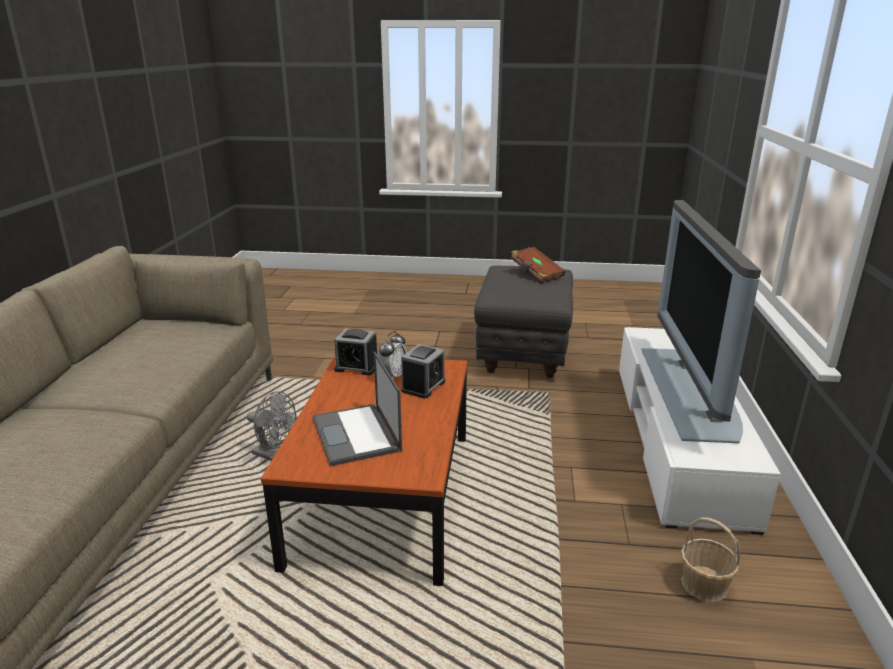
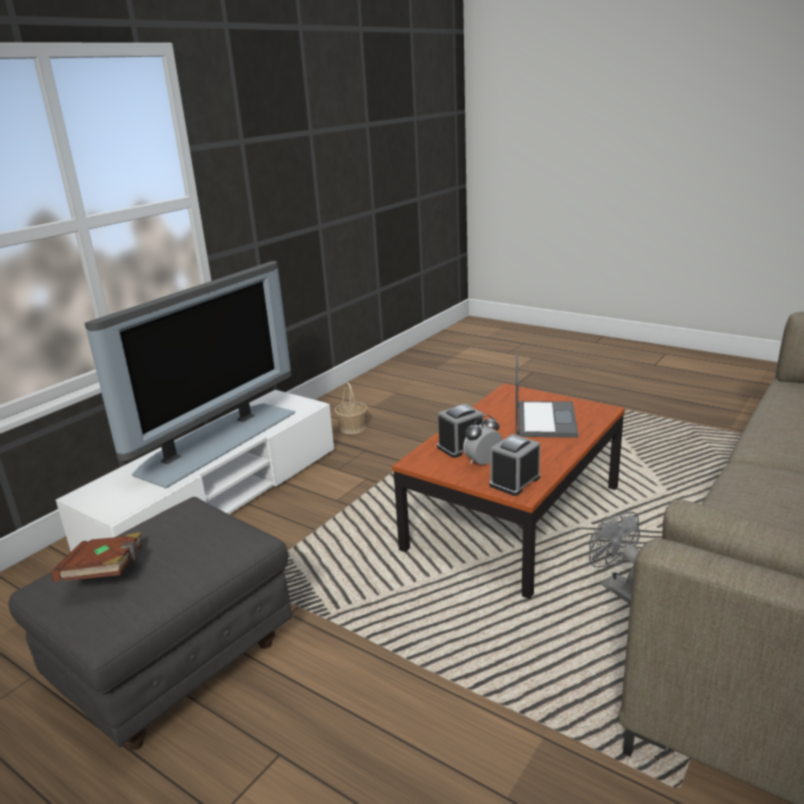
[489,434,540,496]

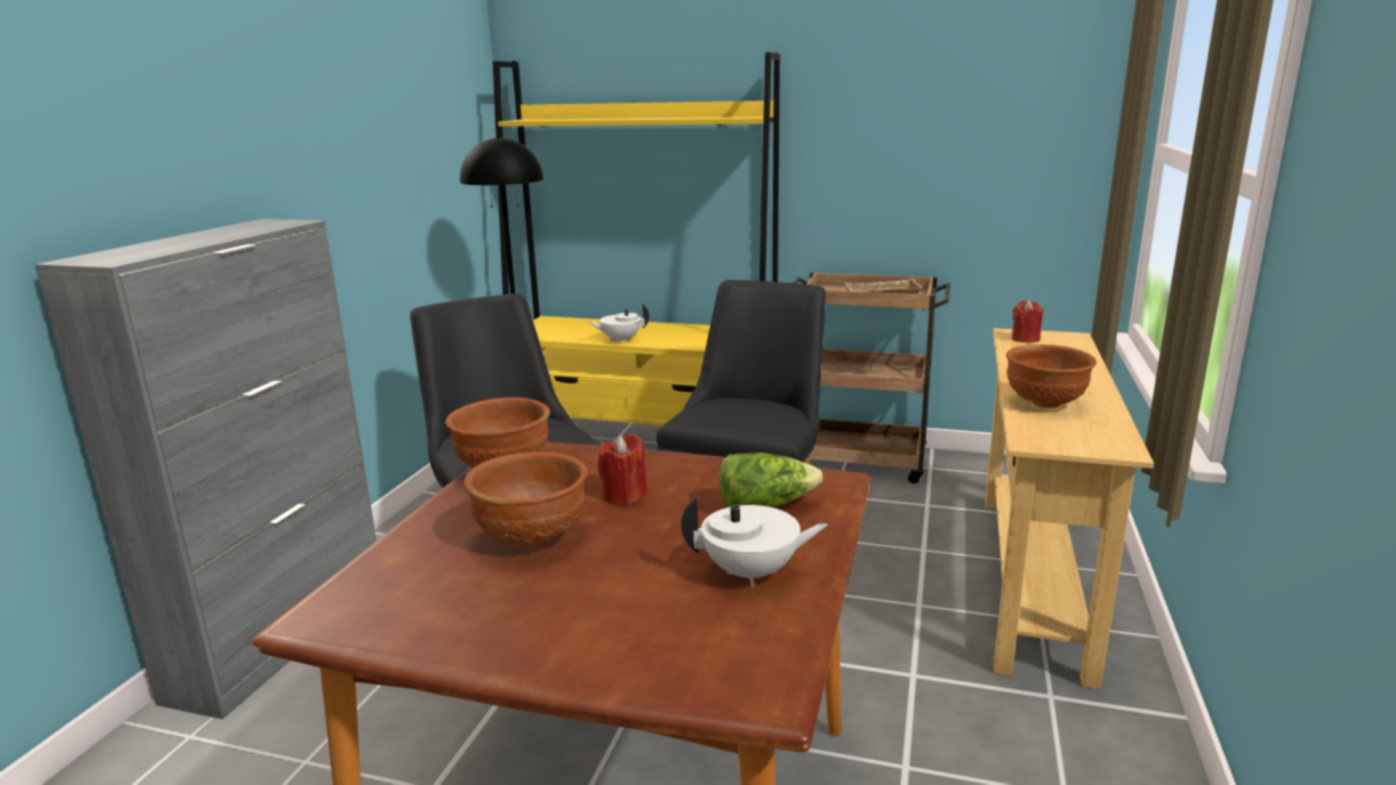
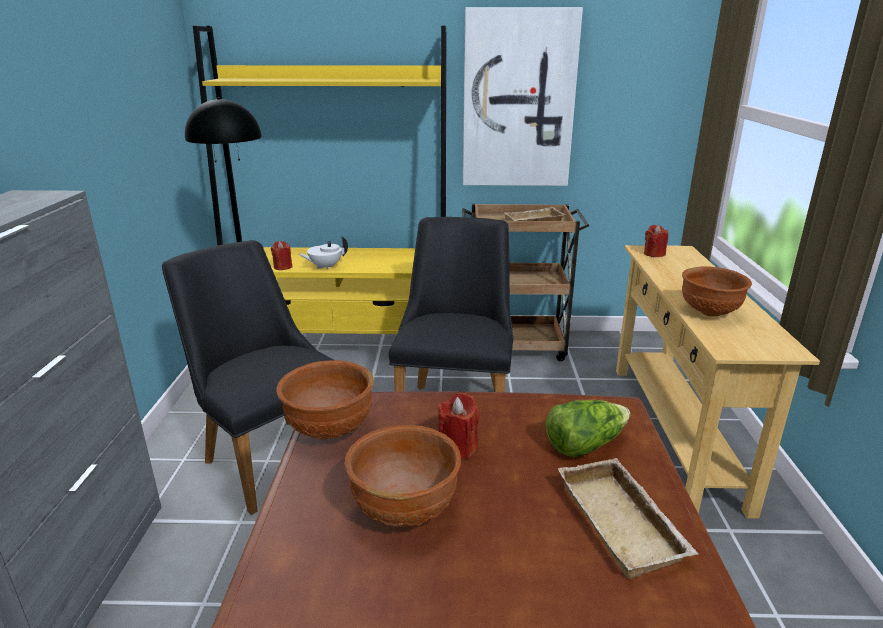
[558,458,699,579]
[463,7,583,186]
[271,241,292,270]

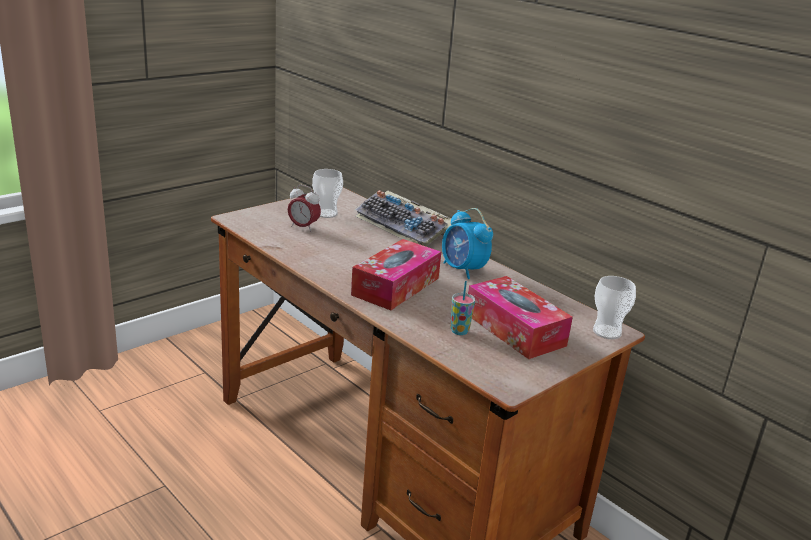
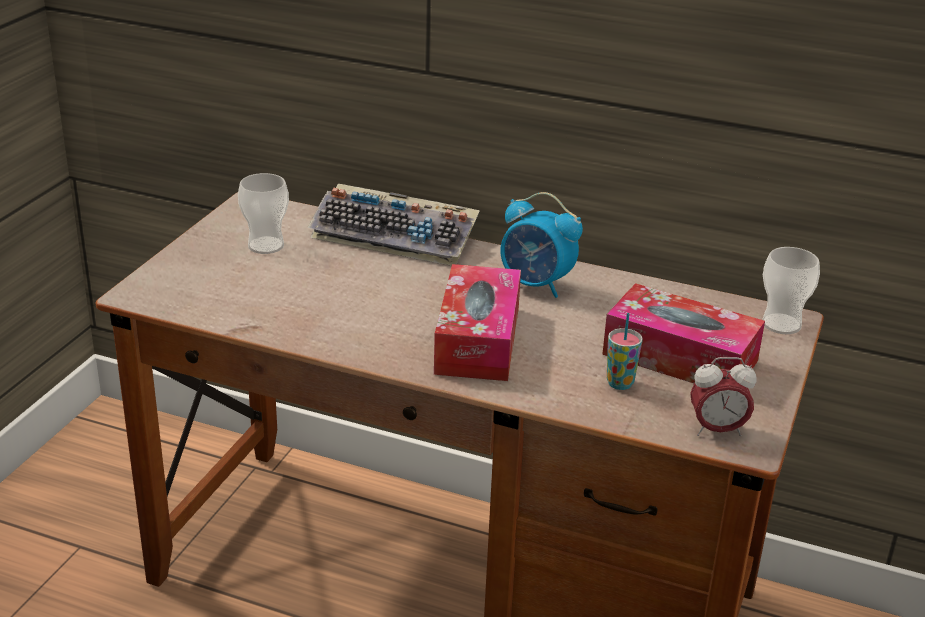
[691,357,756,436]

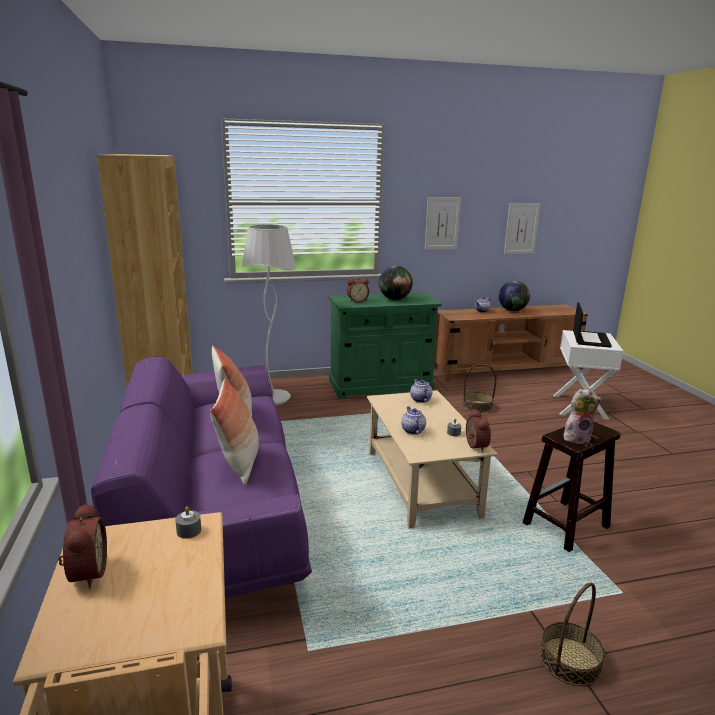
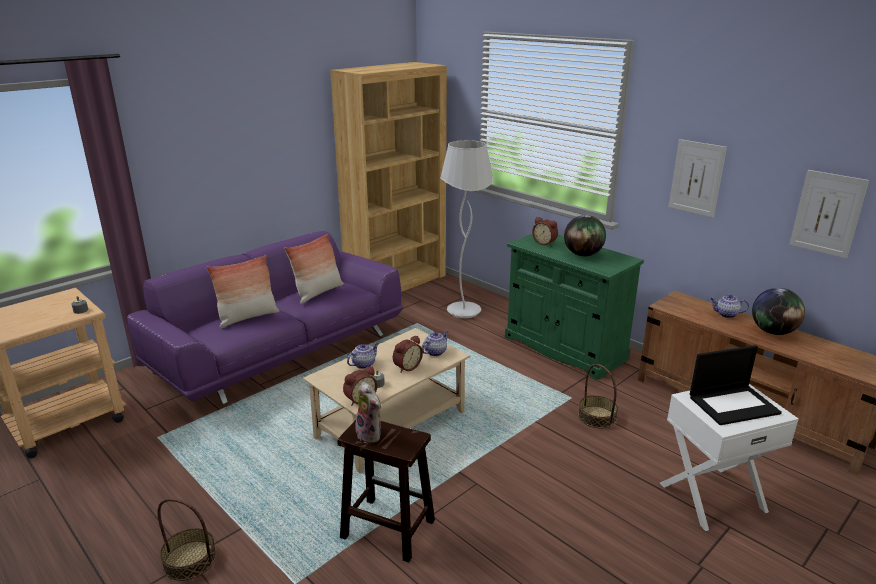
[393,335,423,373]

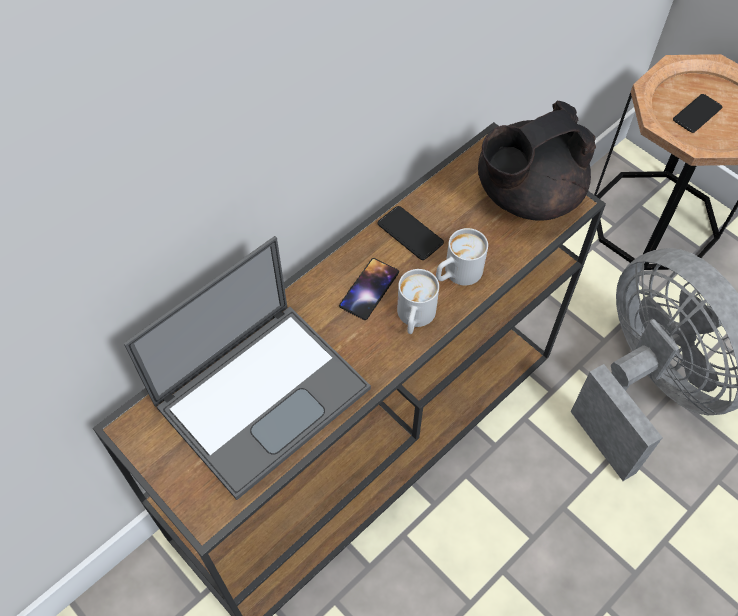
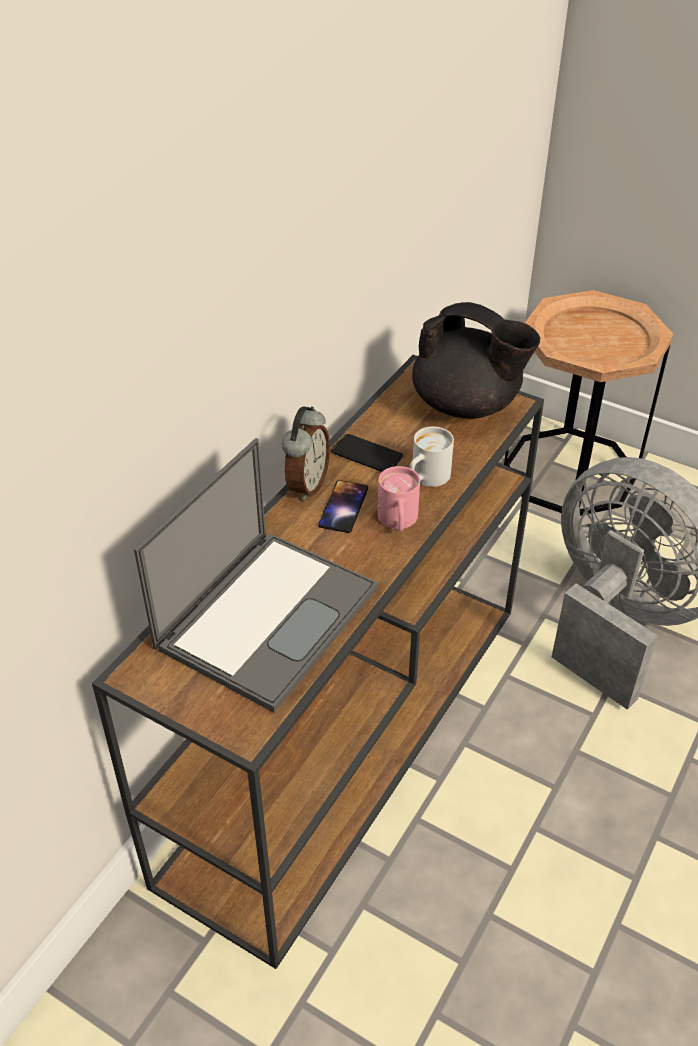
[673,94,722,133] (first image)
[412,302,540,419]
[378,466,420,532]
[282,406,330,501]

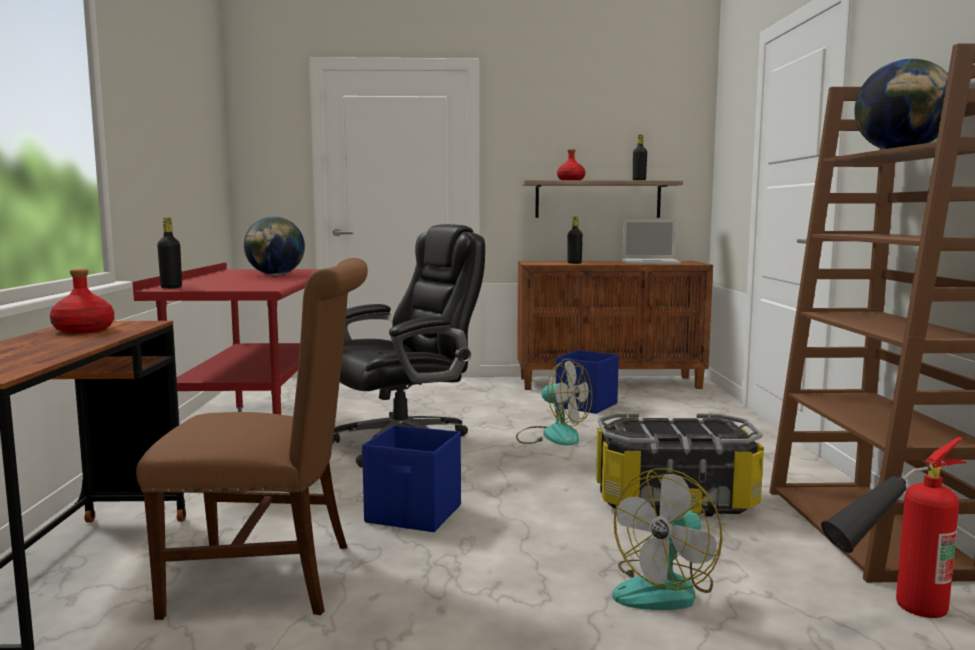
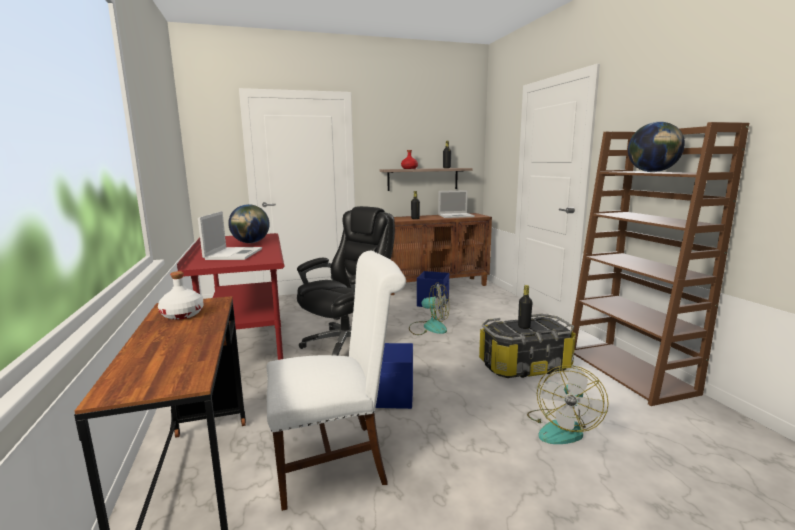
[518,285,533,329]
[266,251,406,511]
[158,271,204,320]
[821,437,966,618] (first image)
[198,211,262,260]

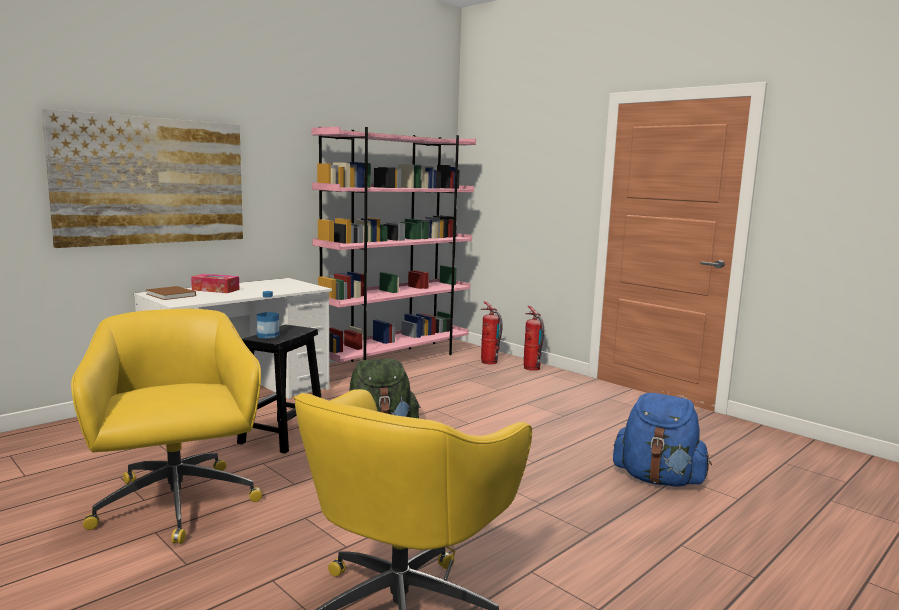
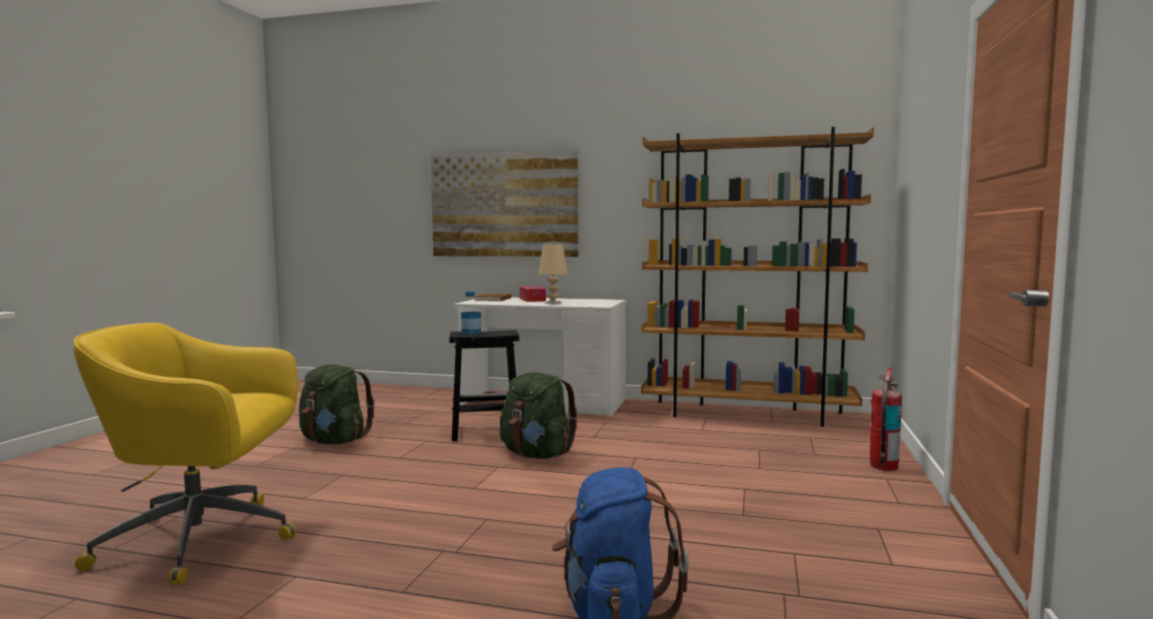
[641,127,874,427]
[481,302,503,364] (first image)
[299,365,375,445]
[538,244,568,304]

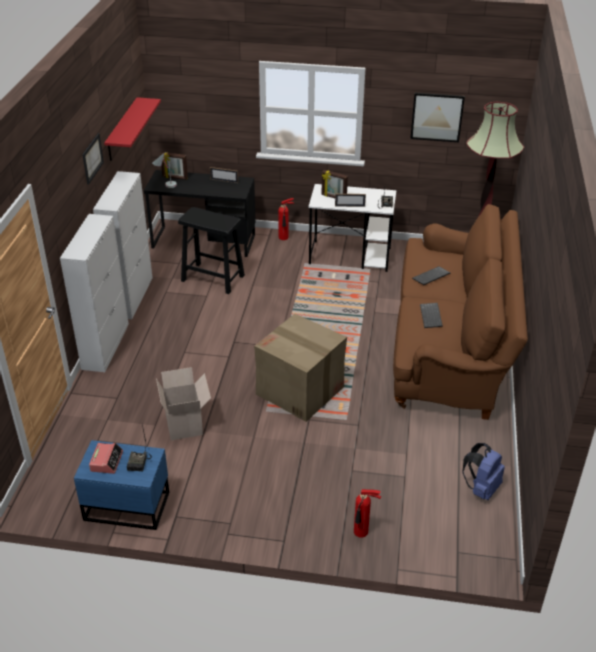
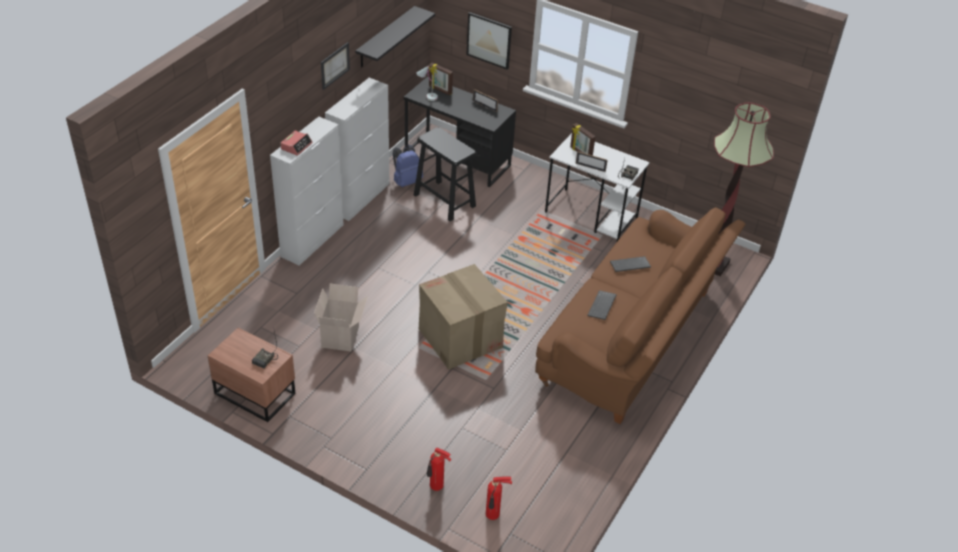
[466,12,512,70]
[355,6,435,67]
[486,476,512,520]
[208,327,296,422]
[280,130,313,156]
[393,144,423,187]

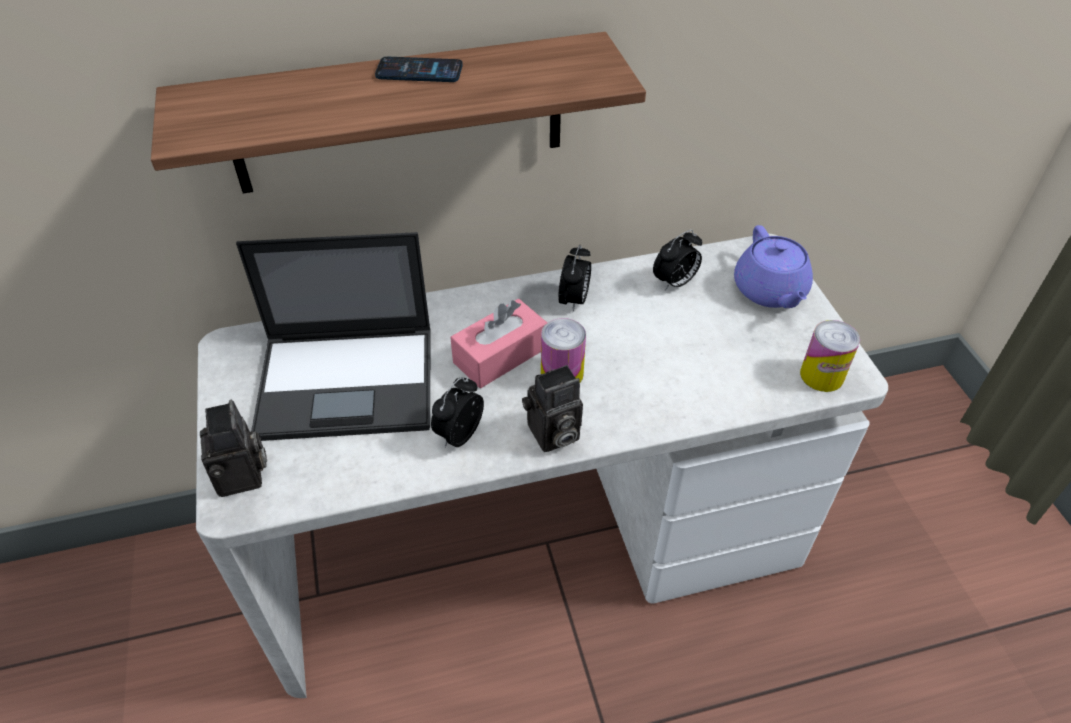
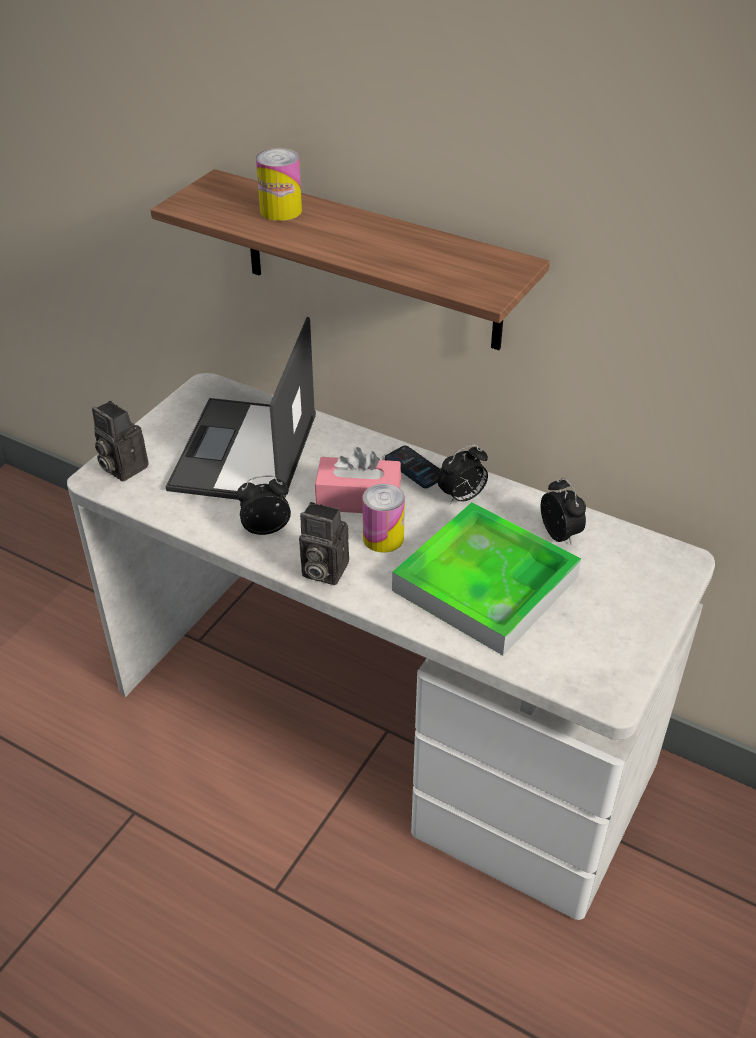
[385,446,440,488]
[734,225,813,308] (first image)
[541,477,586,545]
[165,317,316,500]
[256,148,302,221]
[92,401,148,481]
[392,502,581,656]

